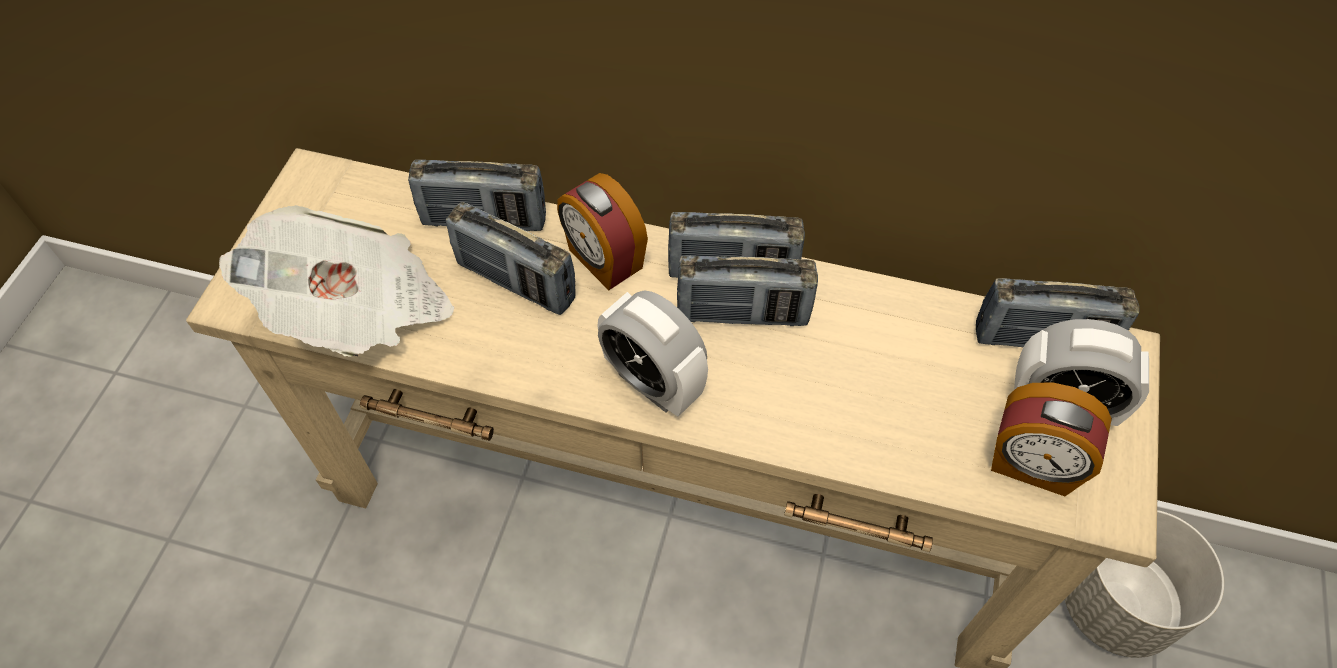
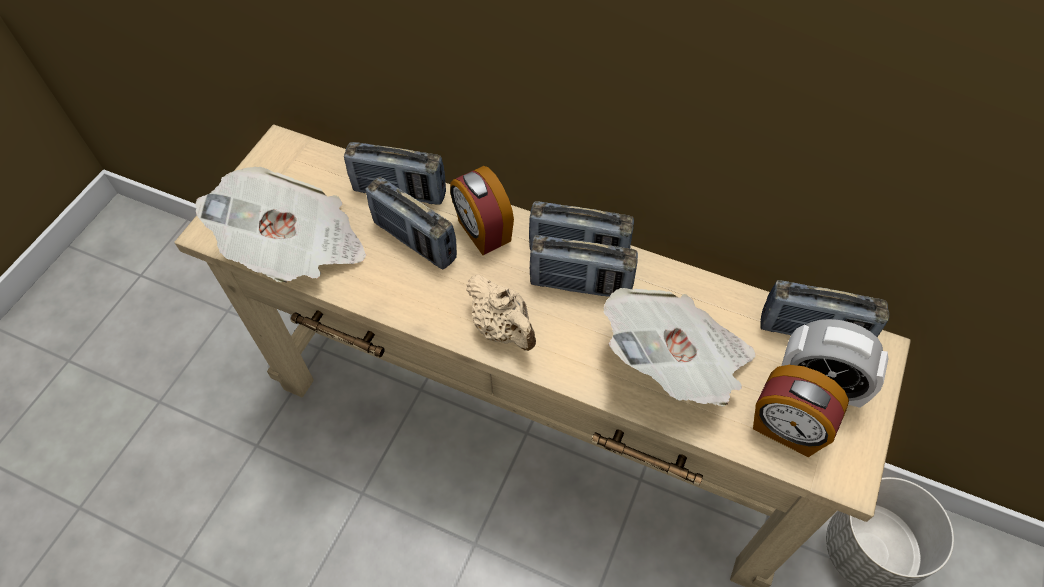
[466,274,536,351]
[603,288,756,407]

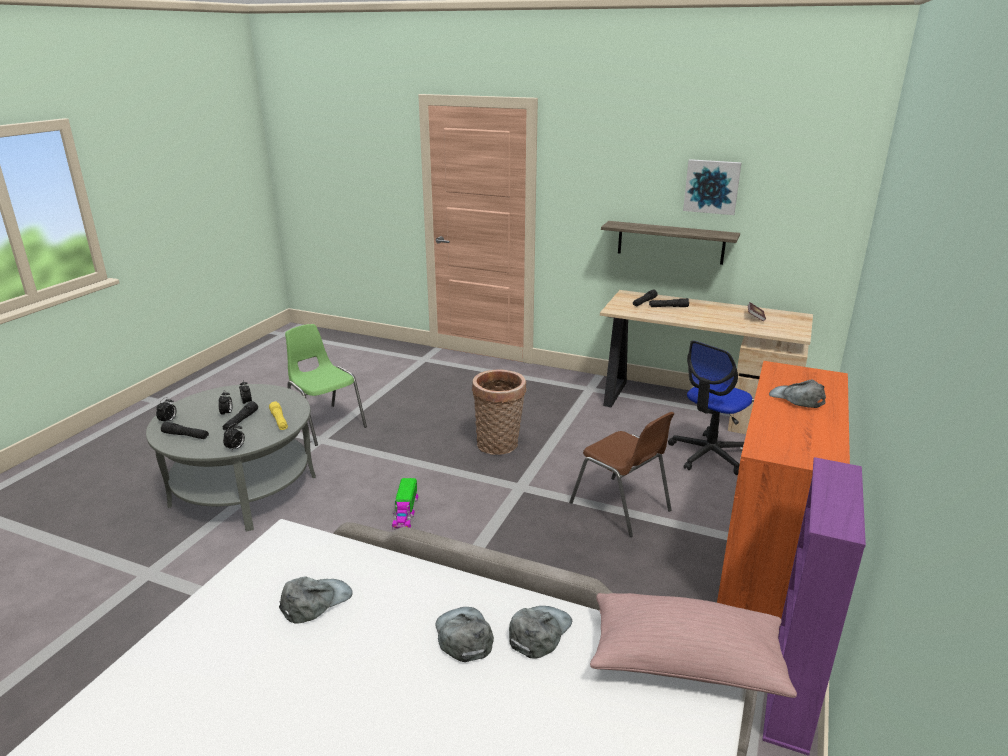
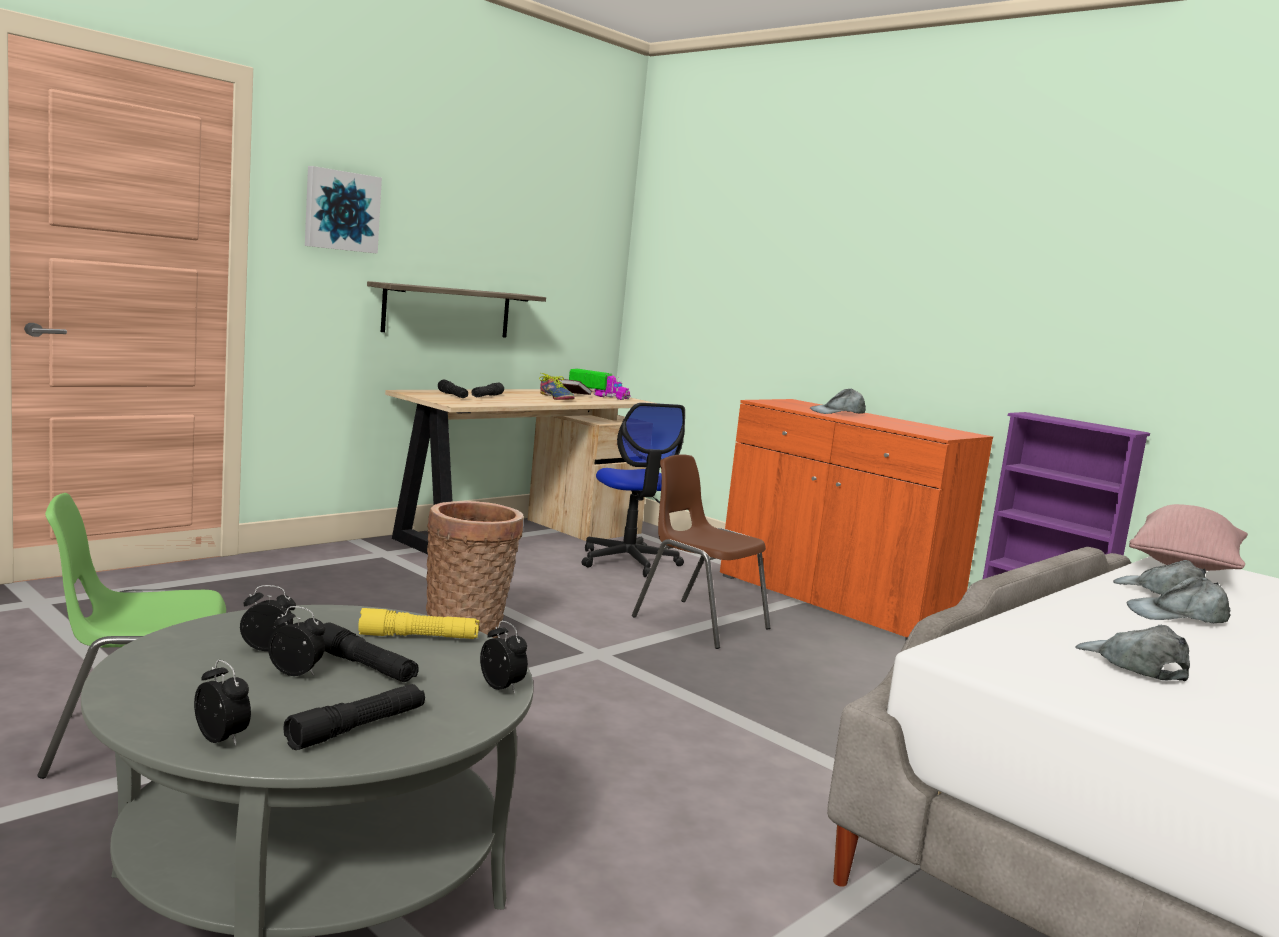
[305,166,382,254]
[632,454,770,649]
[569,368,630,400]
[539,373,575,400]

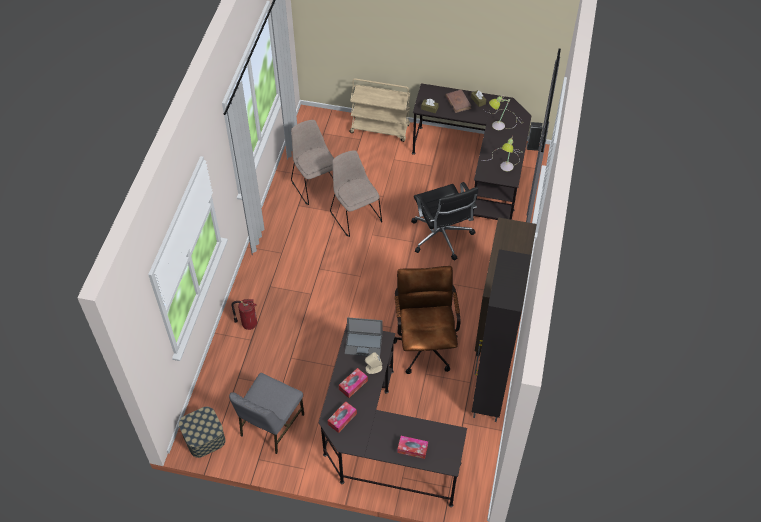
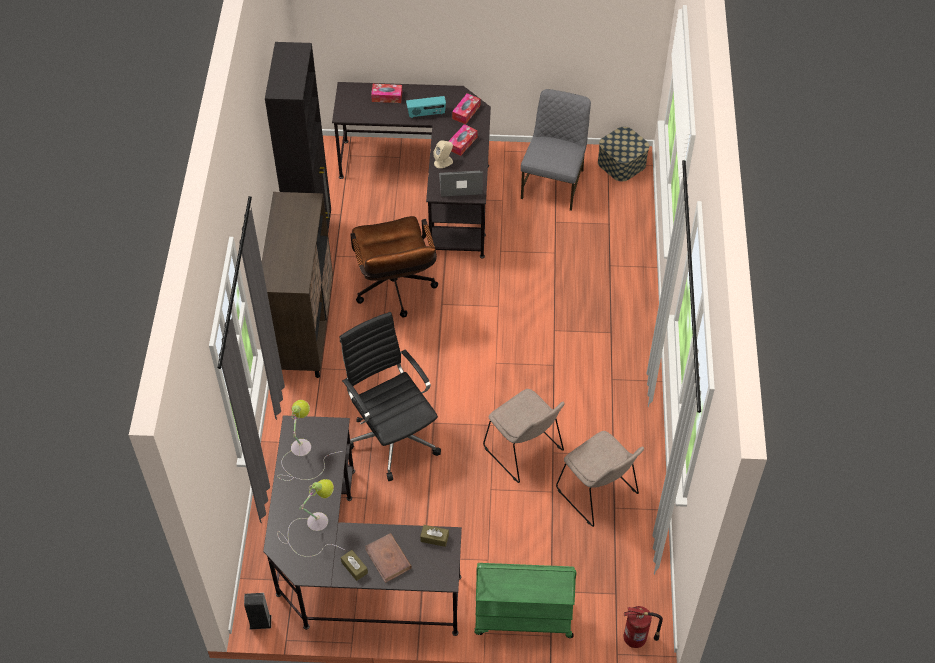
[474,563,576,638]
[624,606,663,648]
[406,96,446,118]

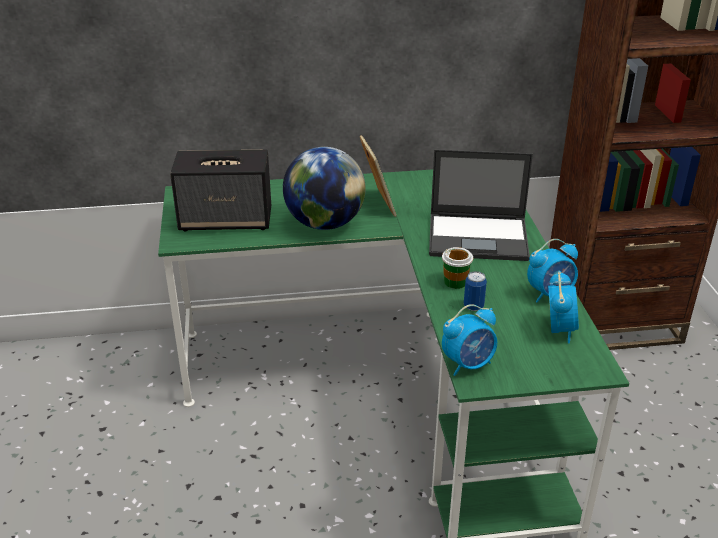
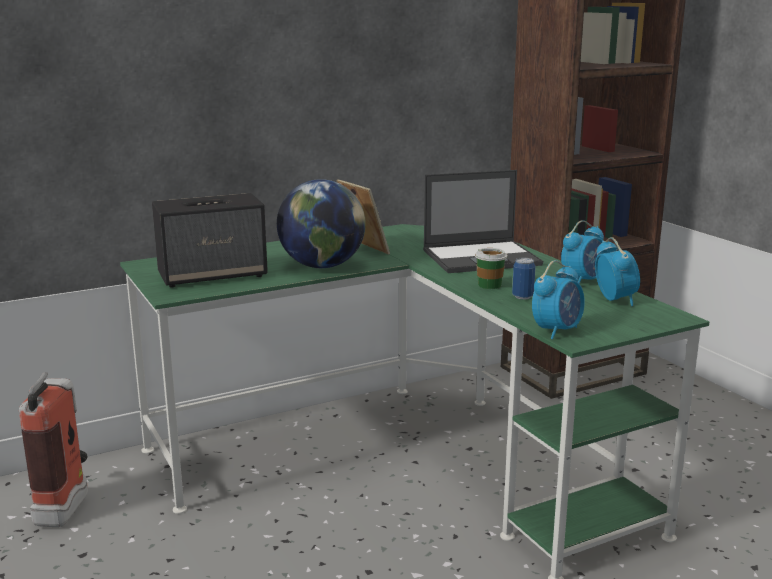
[19,372,88,527]

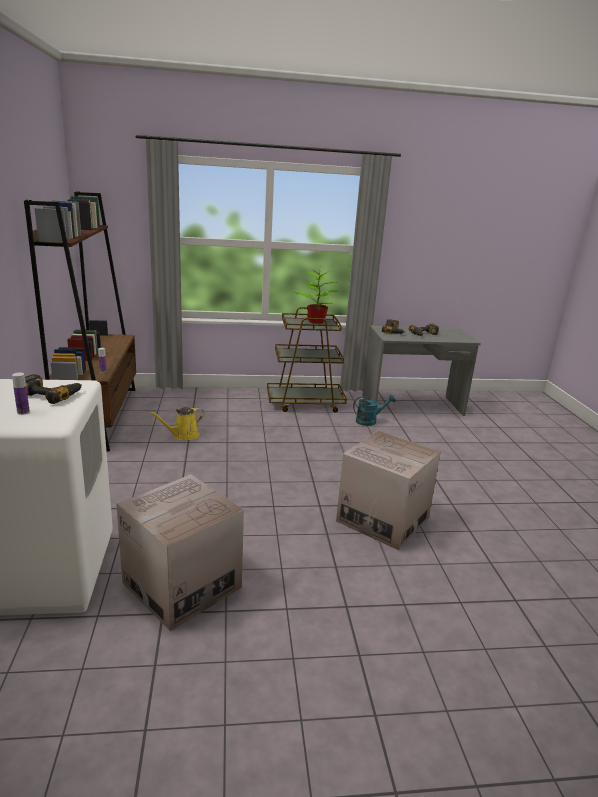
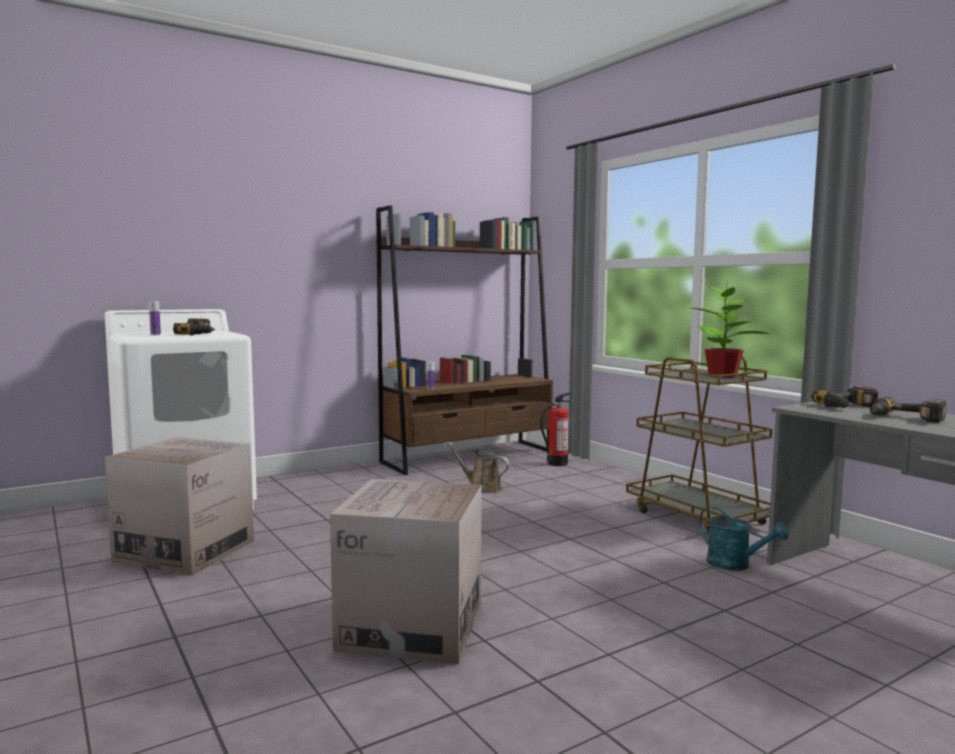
[446,442,510,493]
[540,393,571,466]

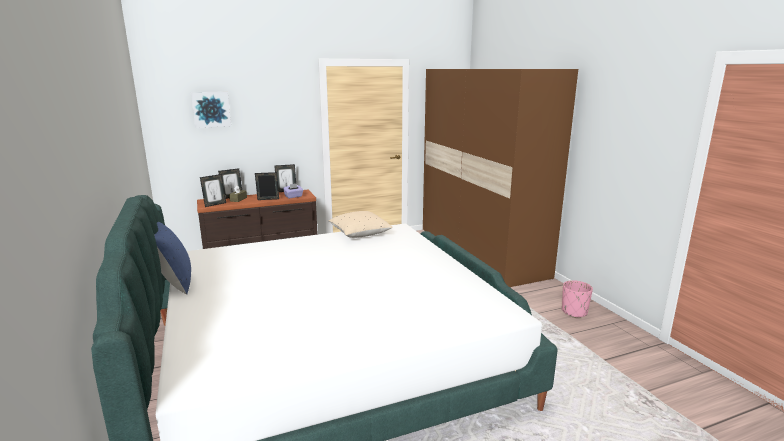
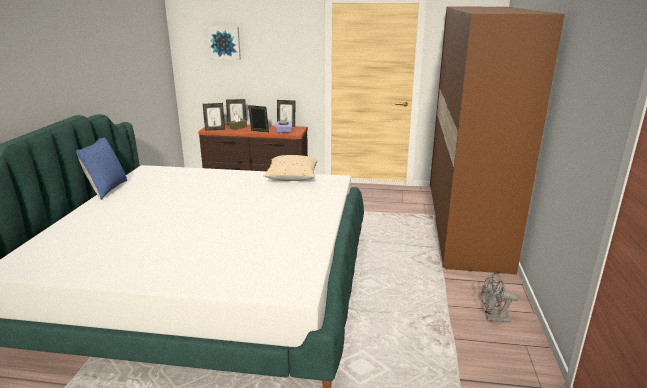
[481,273,519,322]

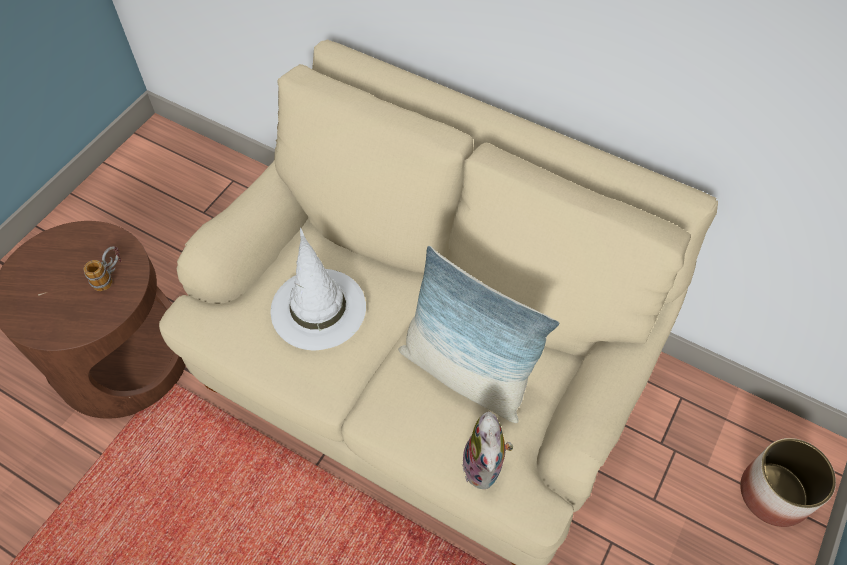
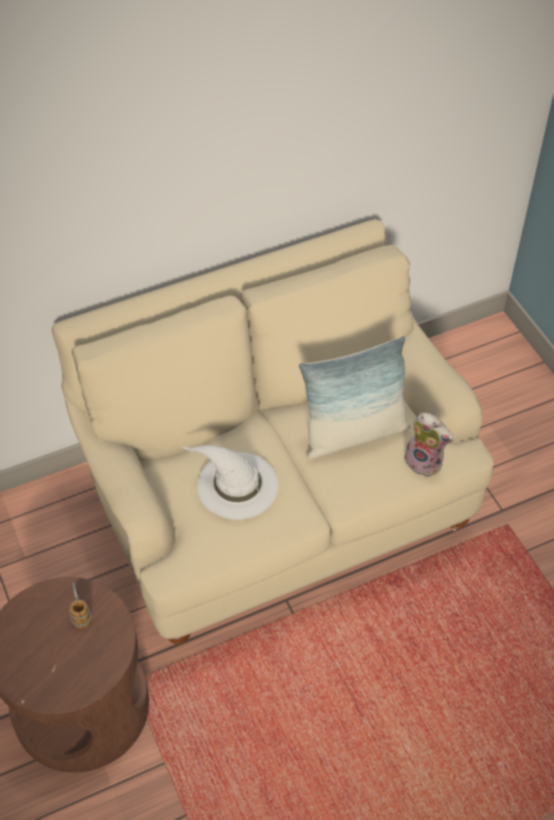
[740,438,836,527] (first image)

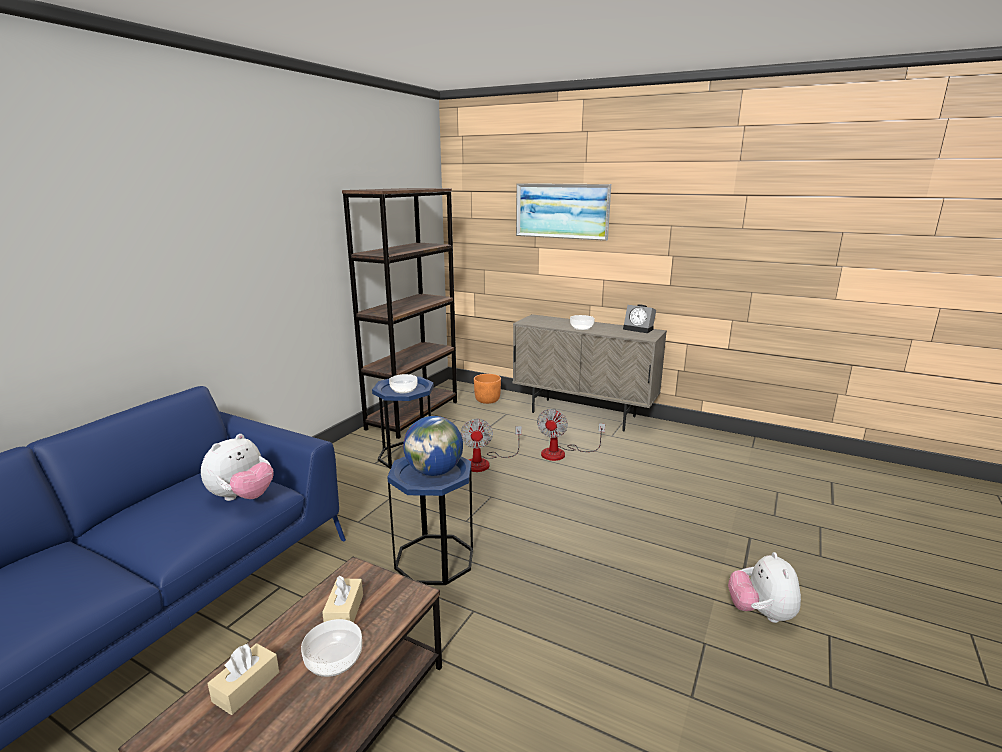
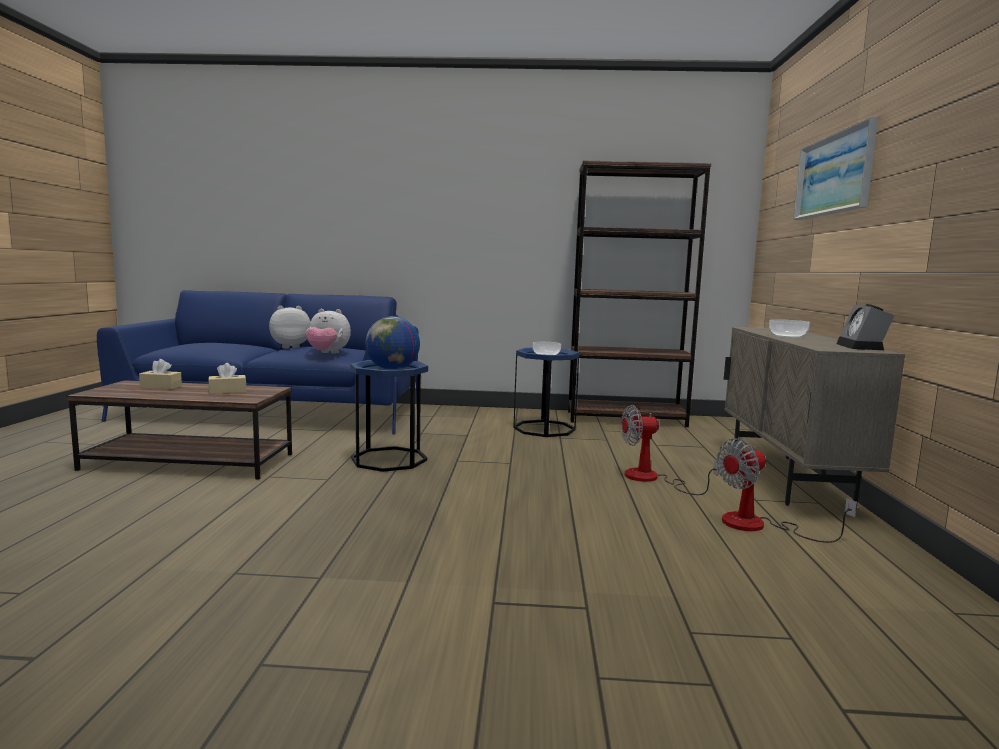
[474,374,501,404] (first image)
[716,438,857,543]
[269,306,310,349]
[301,619,362,677] (first image)

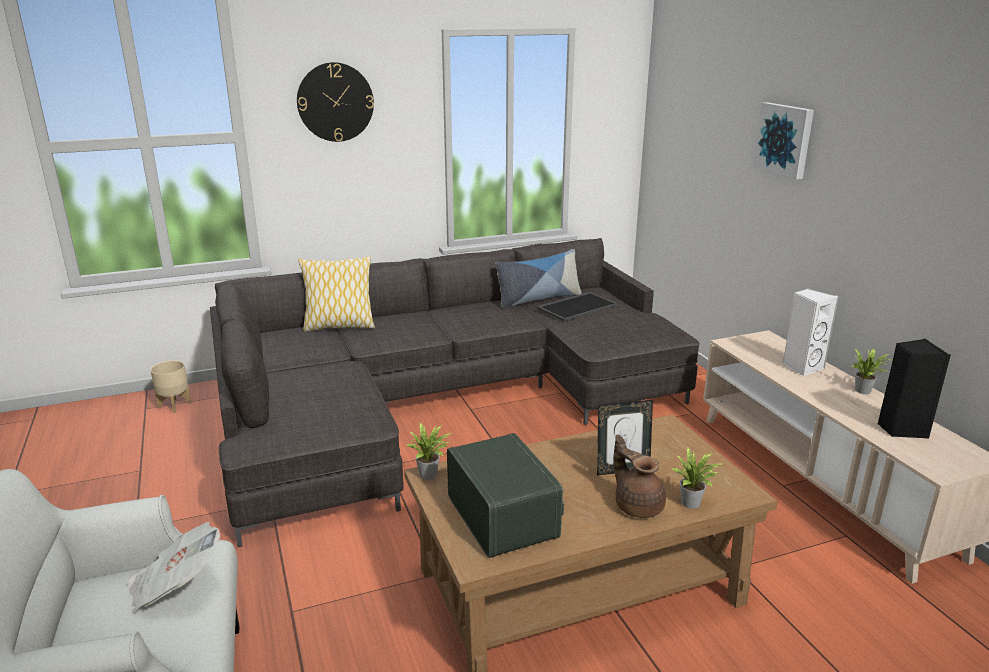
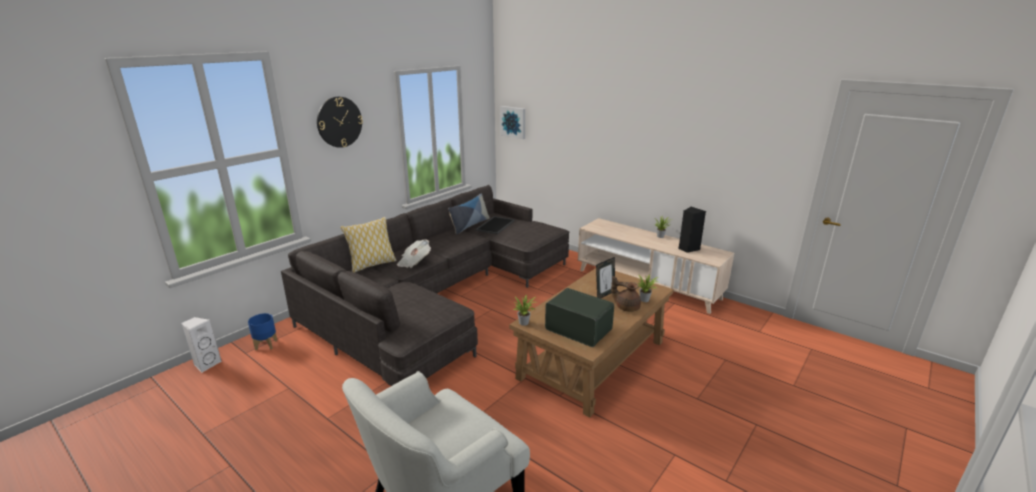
[500,106,525,139]
[182,317,222,372]
[248,313,277,350]
[397,239,431,268]

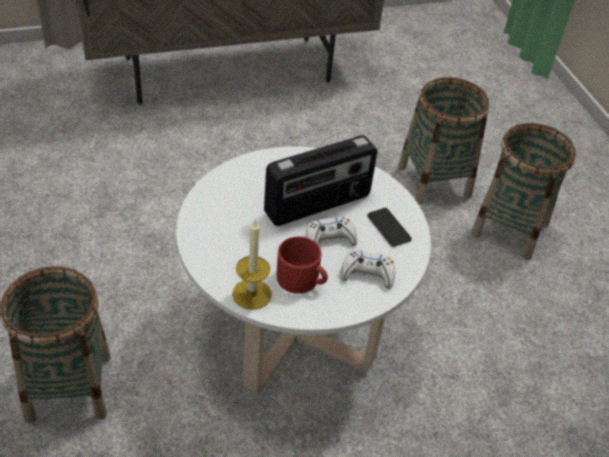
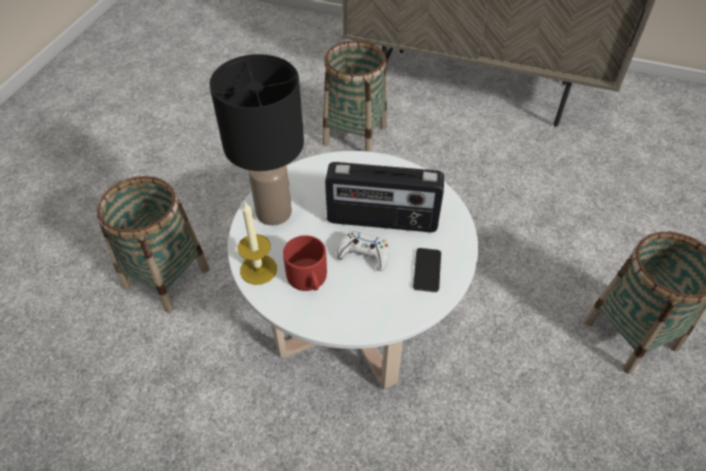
[322,40,387,152]
[340,250,395,289] (first image)
[209,54,304,225]

